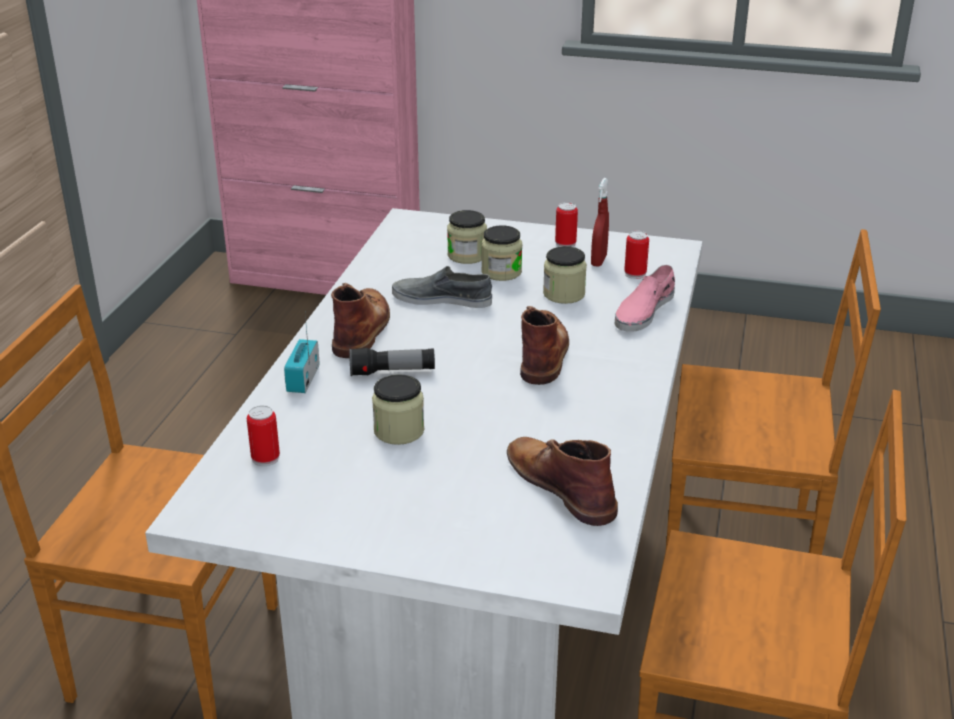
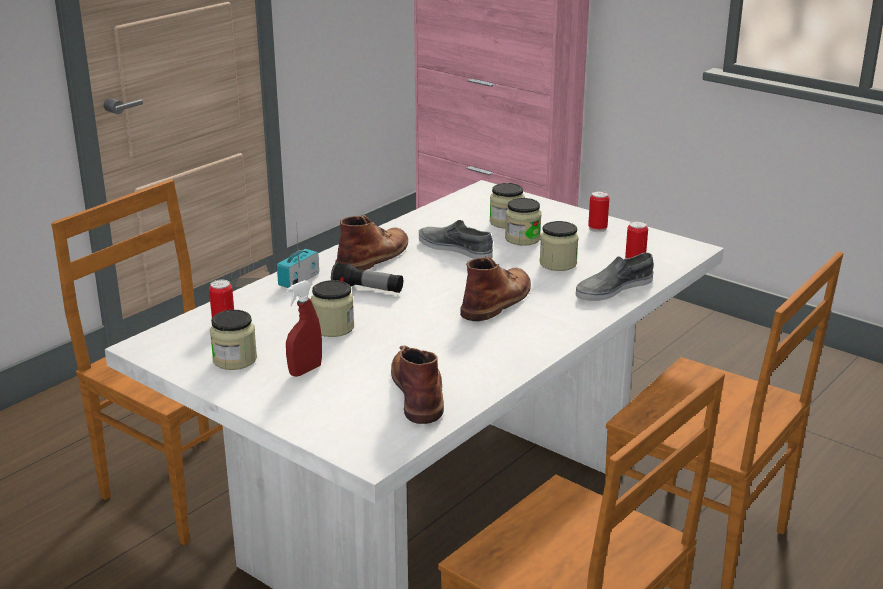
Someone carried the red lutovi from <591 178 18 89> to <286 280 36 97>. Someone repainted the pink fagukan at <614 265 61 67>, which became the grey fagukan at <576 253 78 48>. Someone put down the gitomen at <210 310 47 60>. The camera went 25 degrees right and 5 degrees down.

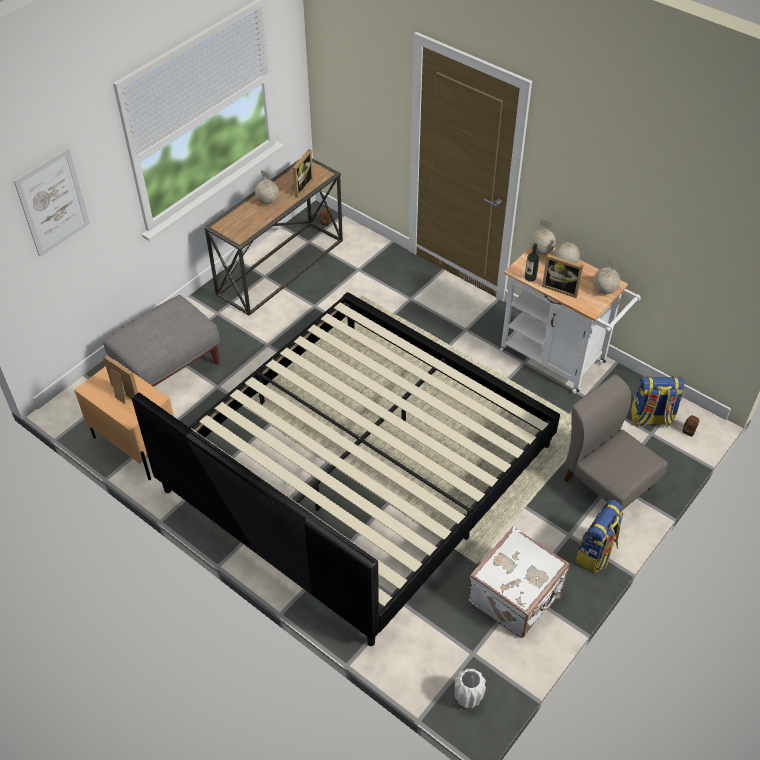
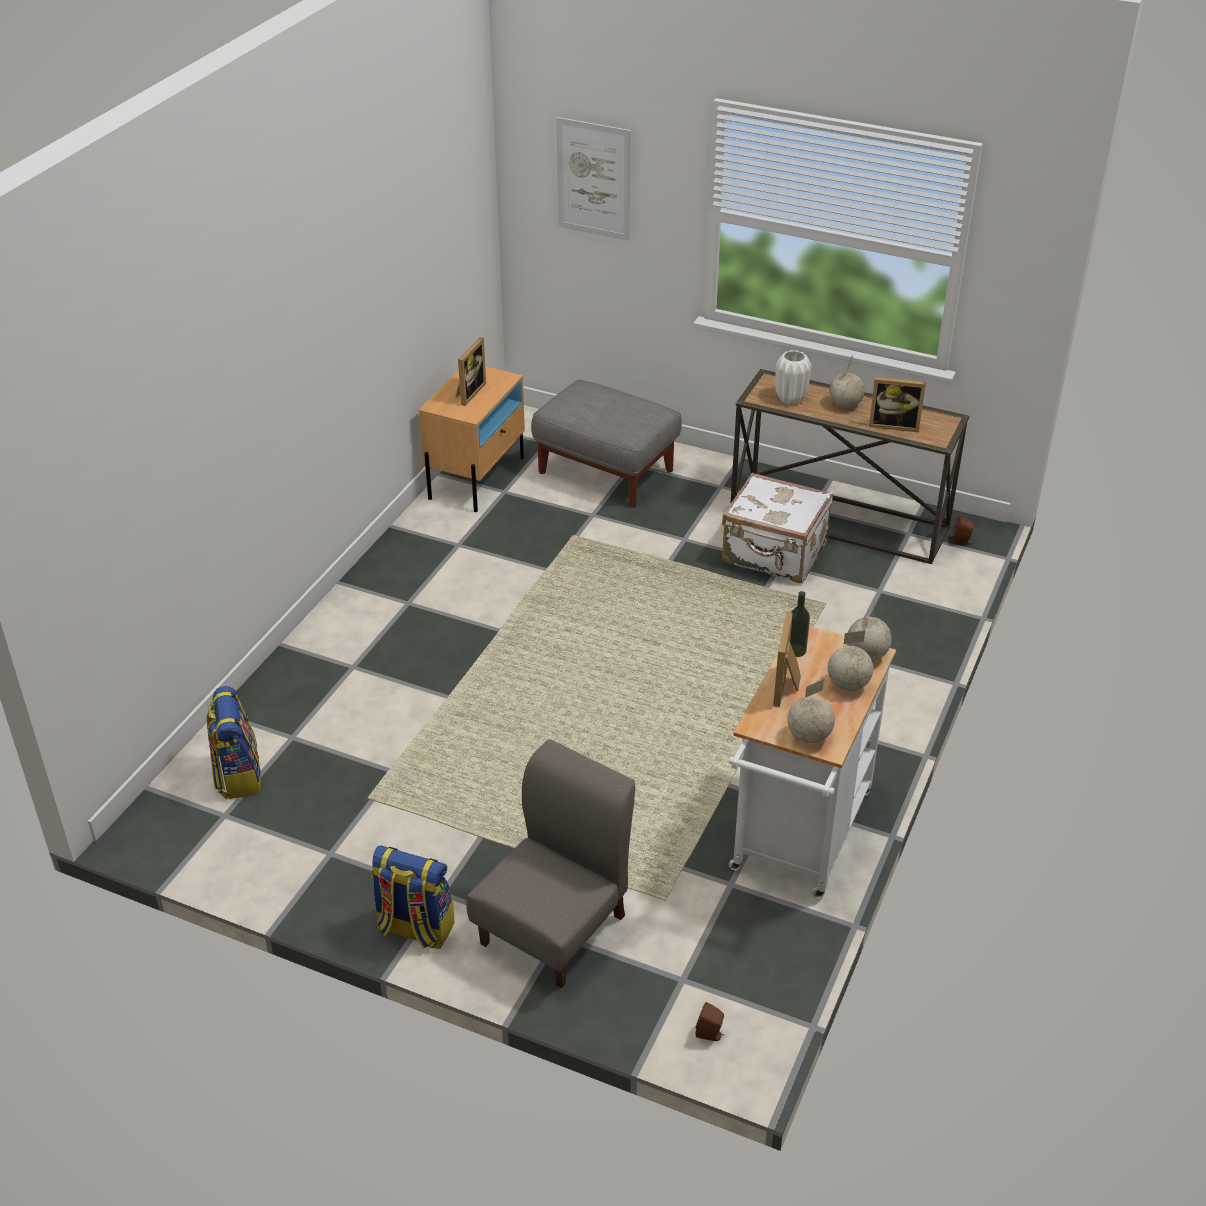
Someone took away the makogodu at <132 292 428 354>. Someone carried the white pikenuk from <455 669 31 39> to <775 350 37 55>. Someone carried the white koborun from <468 526 102 112> to <722 473 111 110>. Someone carried the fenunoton from <631 377 54 50> to <207 686 54 113>. The camera went 75 degrees right and 10 degrees down.

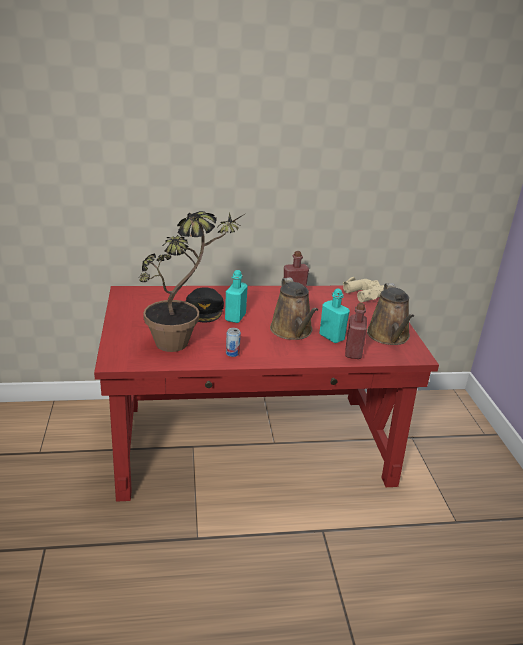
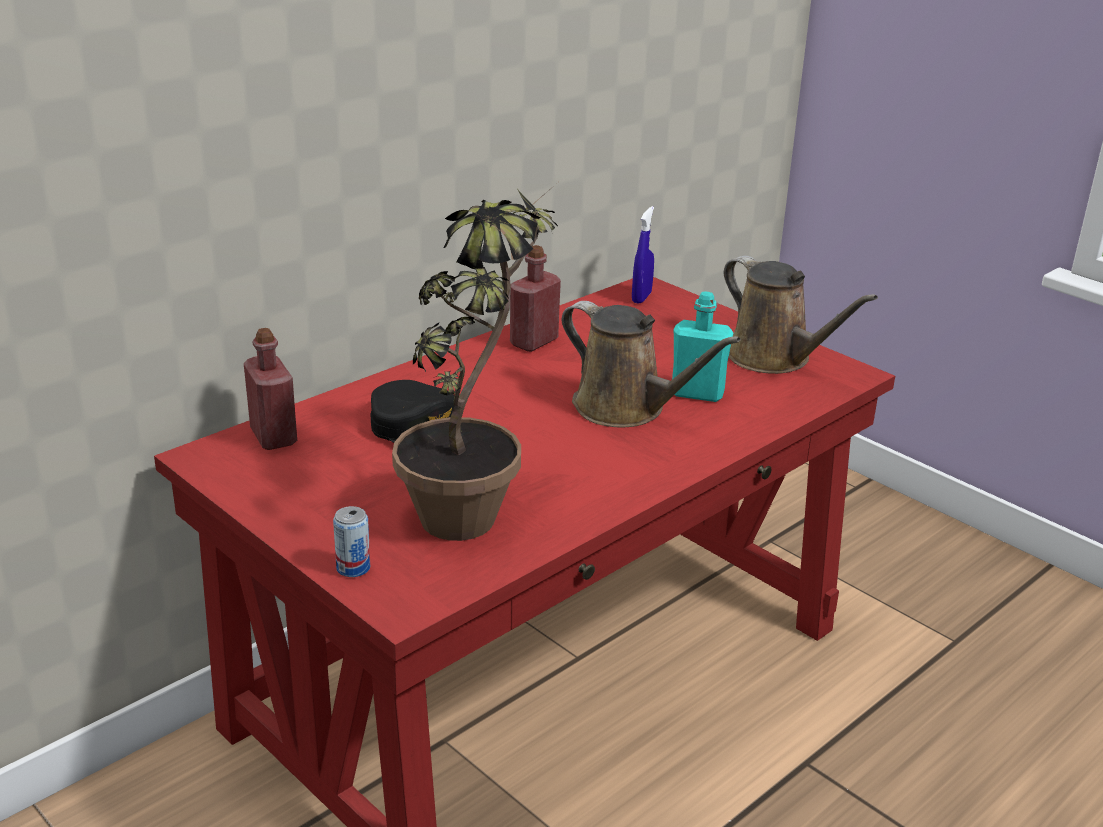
Someone took away the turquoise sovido at <225 270 23 53>. Someone carried the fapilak from <226 328 15 29> to <333 506 37 71>. Someone swapped the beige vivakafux at <343 277 41 25> for the blue lutovi at <632 206 22 98>. Someone carried the red sovido from <345 303 22 56> to <244 328 53 122>. The camera went 35 degrees left and 0 degrees up.

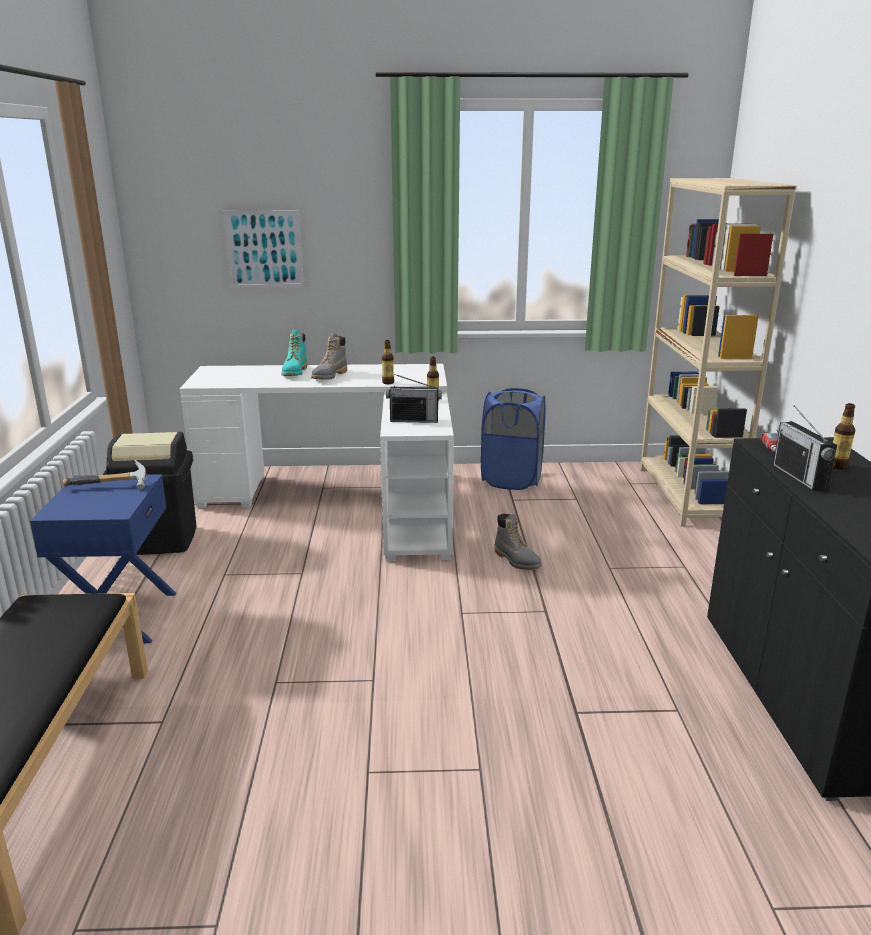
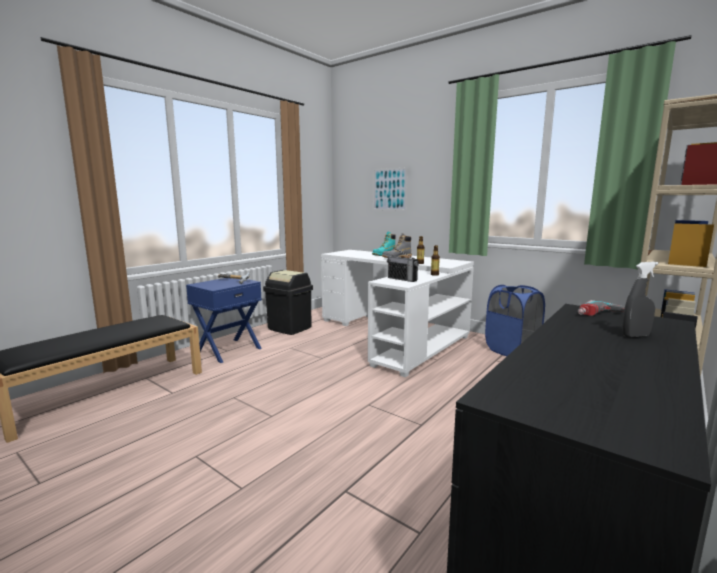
Someone took away the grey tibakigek at <494 513 48 57>. Someone took away the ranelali at <773 405 64 86>. Someone swapped the sovido at <833 403 22 67> for the grey lutovi at <622 262 36 76>. The camera went 40 degrees right and 10 degrees down.

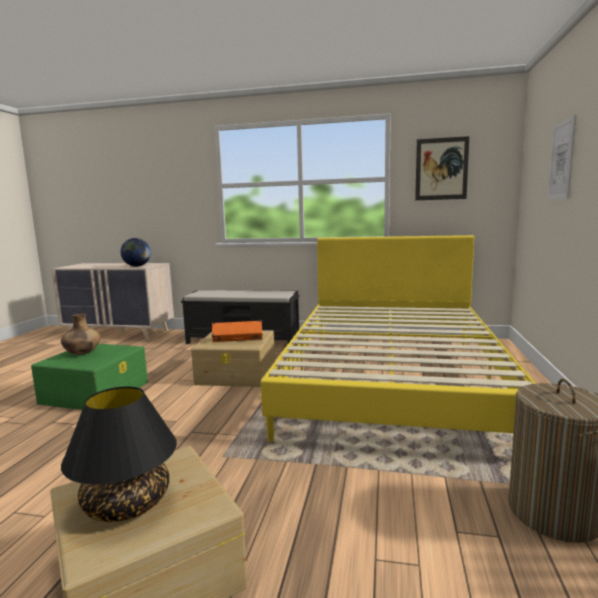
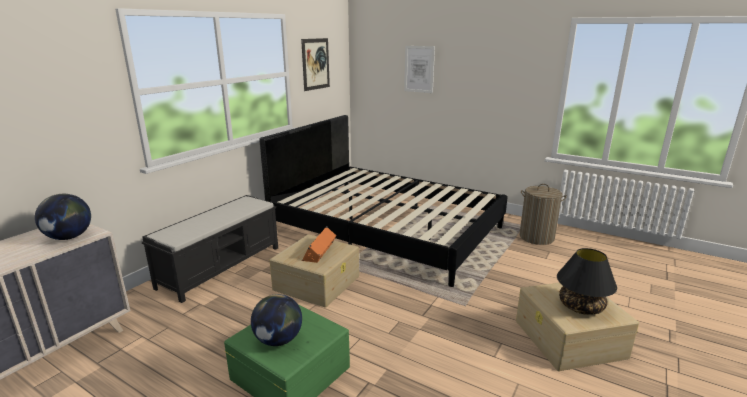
Someone swapped the brown pikenuk at <61 314 39 41> for the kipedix at <251 294 51 52>. Someone repainted the yellow makogodu at <261 235 275 207>, which became the black makogodu at <259 115 249 172>. The camera went 70 degrees left and 10 degrees up.

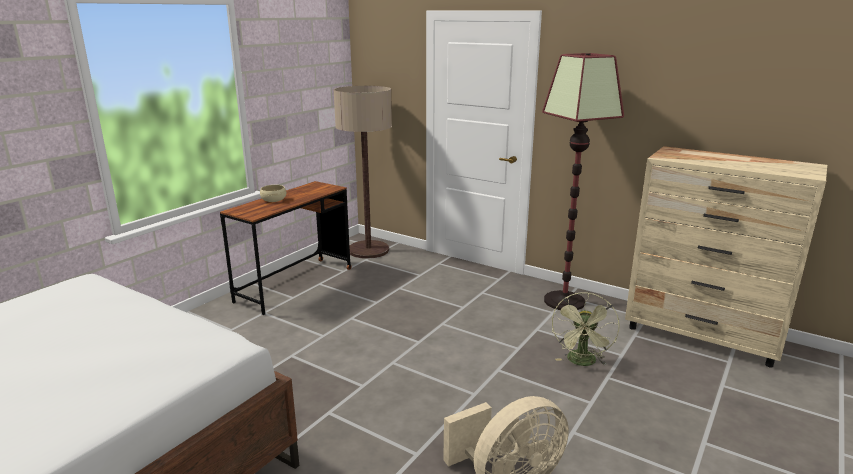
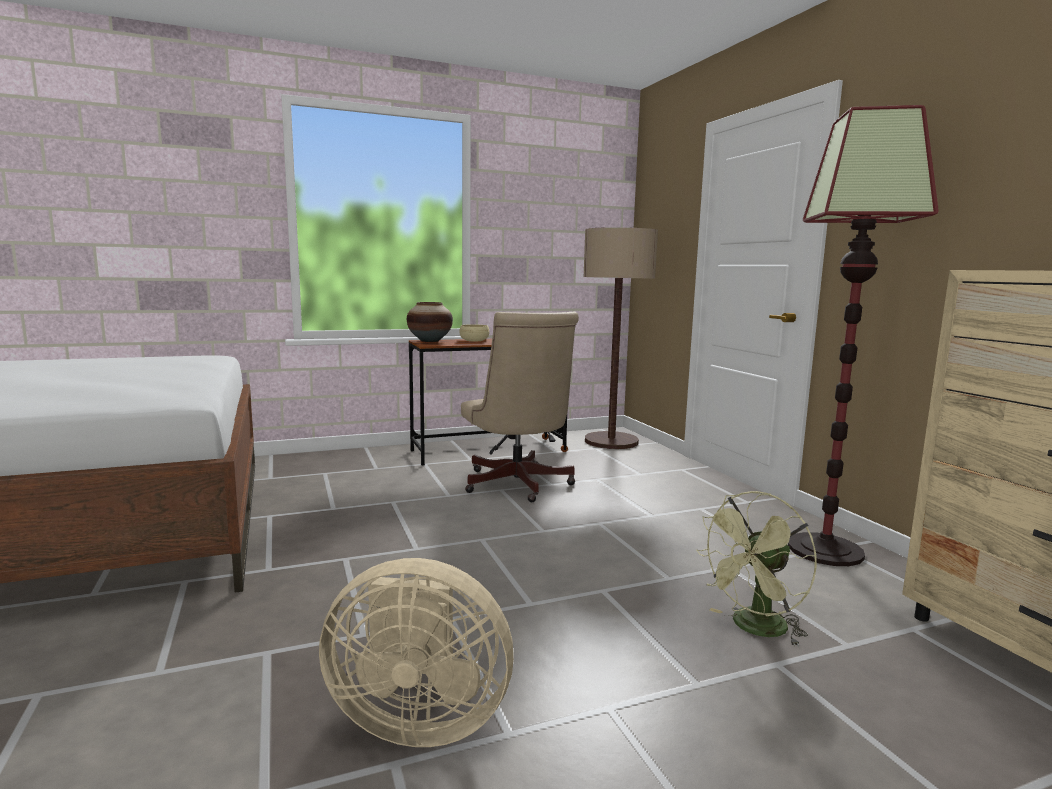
Someone put down the pikenuk at <407 302 46 41>. Someone put down the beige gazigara at <461 312 118 190>. The camera went 35 degrees right and 10 degrees down.

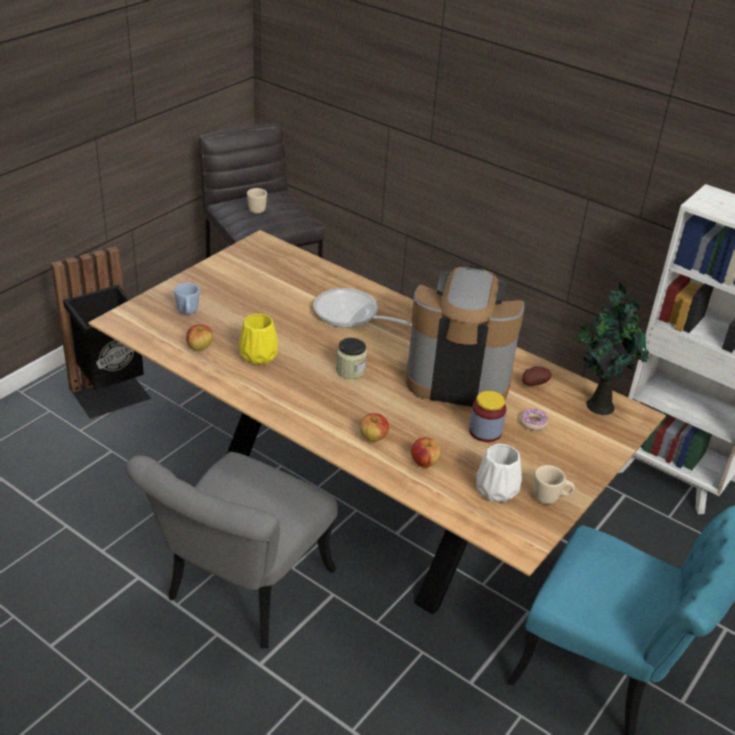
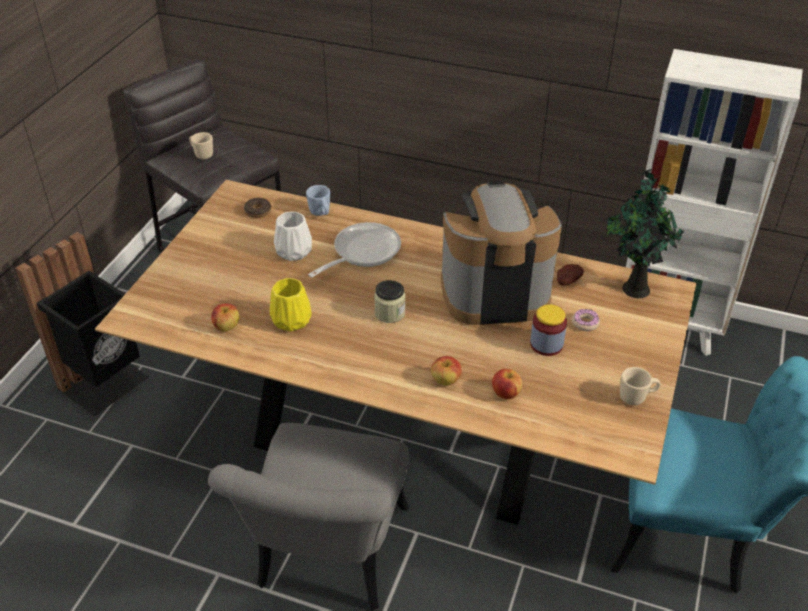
Someone carried the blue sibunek from <174 283 26 31> to <306 185 24 31>. Someone rotated the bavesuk at <313 288 99 40> by 120 degrees clockwise. Someone carried the white pikenuk from <476 444 46 58> to <274 212 38 49>. Someone put down the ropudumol at <244 198 27 20>. The camera went 15 degrees left and 5 degrees up.

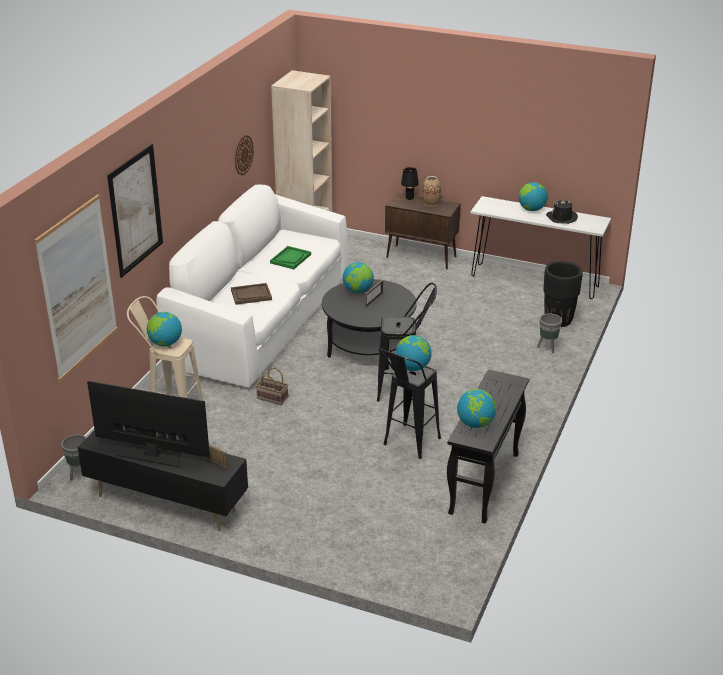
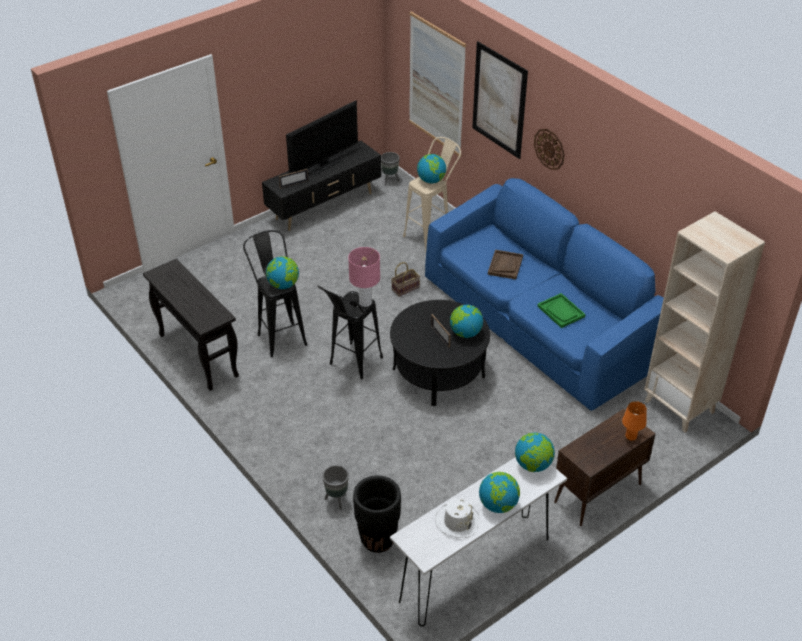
Someone repainted the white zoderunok at <156 185 193 202>, which became the blue zoderunok at <425 178 239 233>. Someone carried the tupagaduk from <235 135 19 40> to <534 129 31 41>. Someone repainted the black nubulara at <401 167 18 33>, which became the orange nubulara at <622 401 25 40>. Someone took away the pikenuk at <422 176 19 30>. Someone carried the kipedix from <457 389 39 39> to <515 432 40 40>. Someone repainted the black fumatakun at <546 200 32 24>, which became the white fumatakun at <435 498 44 40>. Someone put down the pink nubulara at <348 247 32 60>. The camera went 120 degrees right and 10 degrees up.

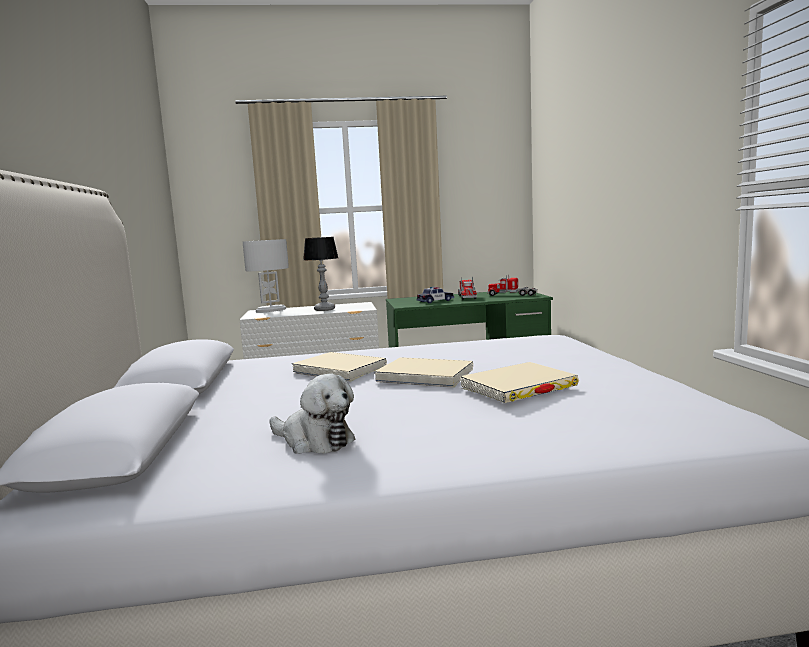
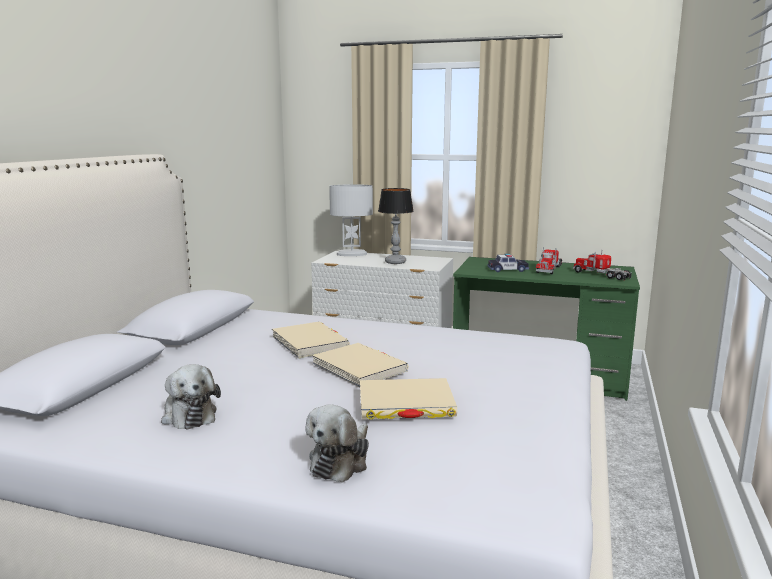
Someone put down the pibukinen at <306 405 63 78>. The camera went 25 degrees right and 5 degrees up.

